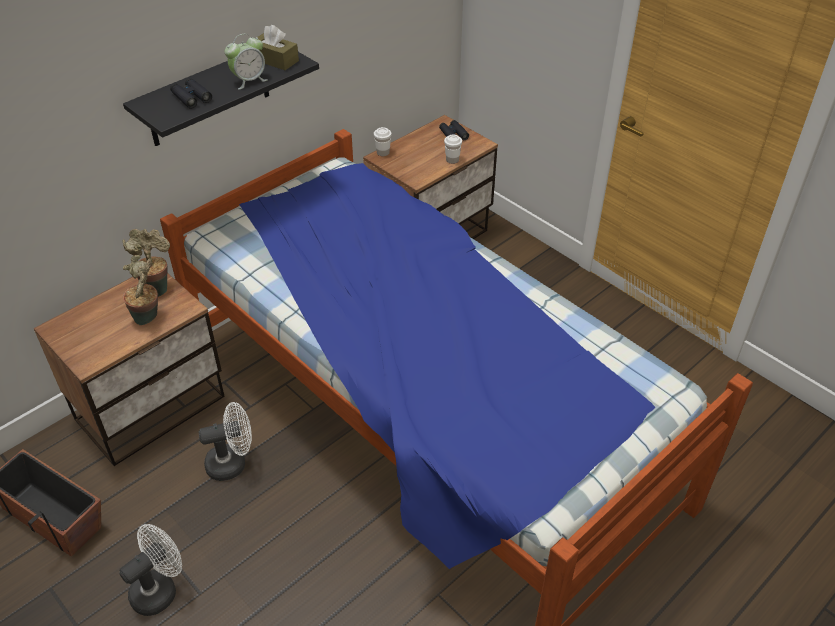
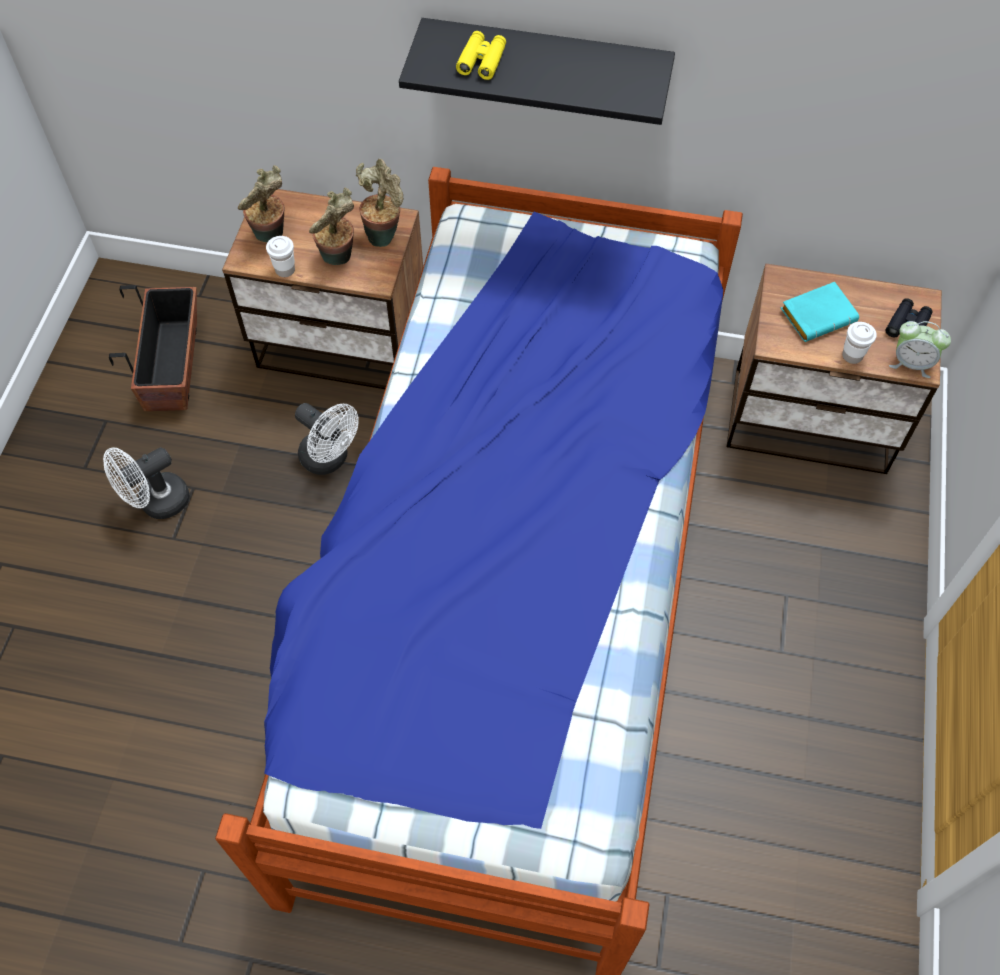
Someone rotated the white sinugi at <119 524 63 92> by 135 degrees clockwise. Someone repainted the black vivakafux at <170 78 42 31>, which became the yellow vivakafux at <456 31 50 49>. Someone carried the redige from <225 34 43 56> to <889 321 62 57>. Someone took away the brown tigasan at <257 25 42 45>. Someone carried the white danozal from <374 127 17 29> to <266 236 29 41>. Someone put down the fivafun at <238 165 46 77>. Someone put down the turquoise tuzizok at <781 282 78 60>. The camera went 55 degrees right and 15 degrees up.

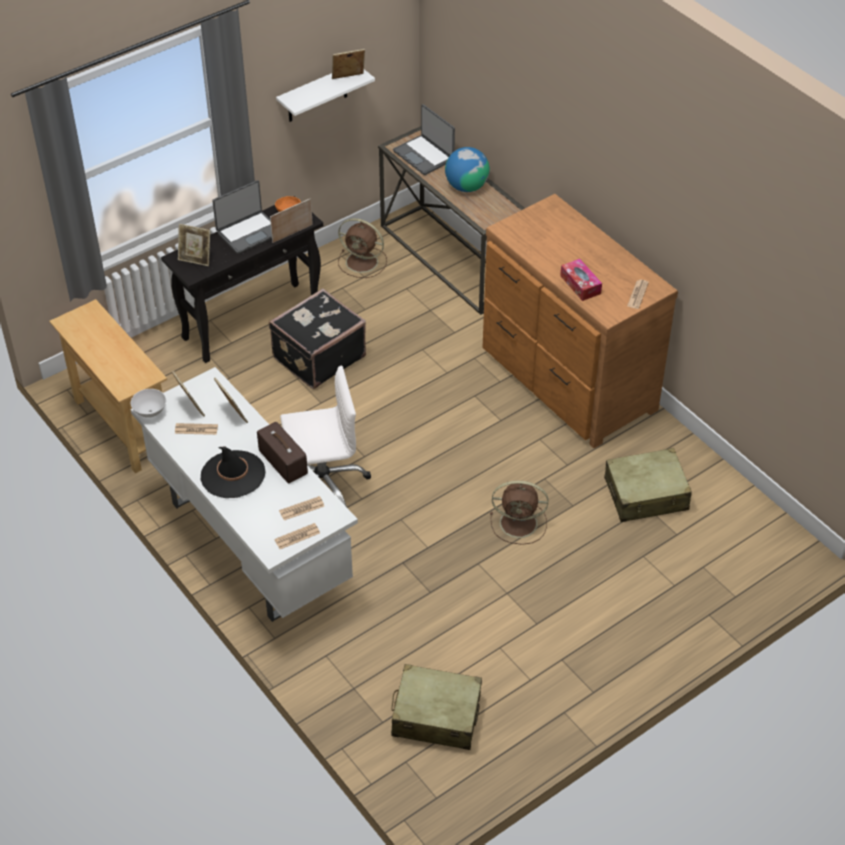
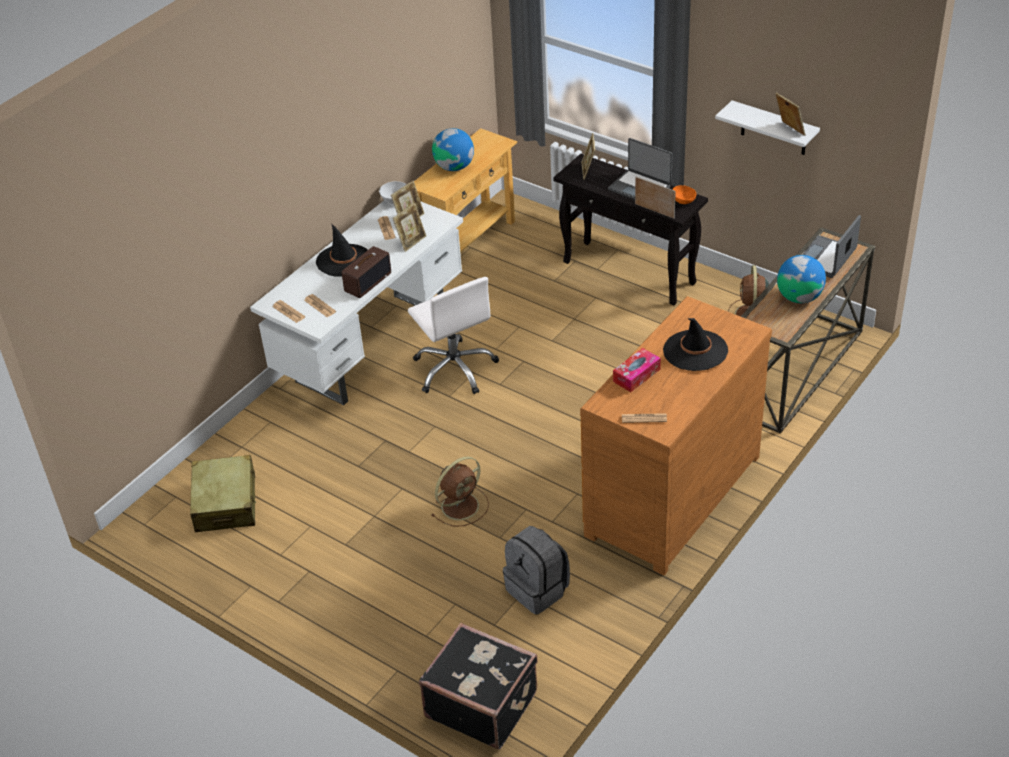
Someone carried the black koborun from <269 288 97 101> to <419 623 119 126>. Someone rotated the brown sinugi at <490 481 59 64> by 120 degrees counterclockwise. Someone swapped the beige koborun at <604 448 88 74> for the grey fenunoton at <503 526 67 89>. Someone put down the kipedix at <432 128 42 43>. Someone put down the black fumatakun at <663 318 65 53>. The camera went 75 degrees right and 5 degrees down.

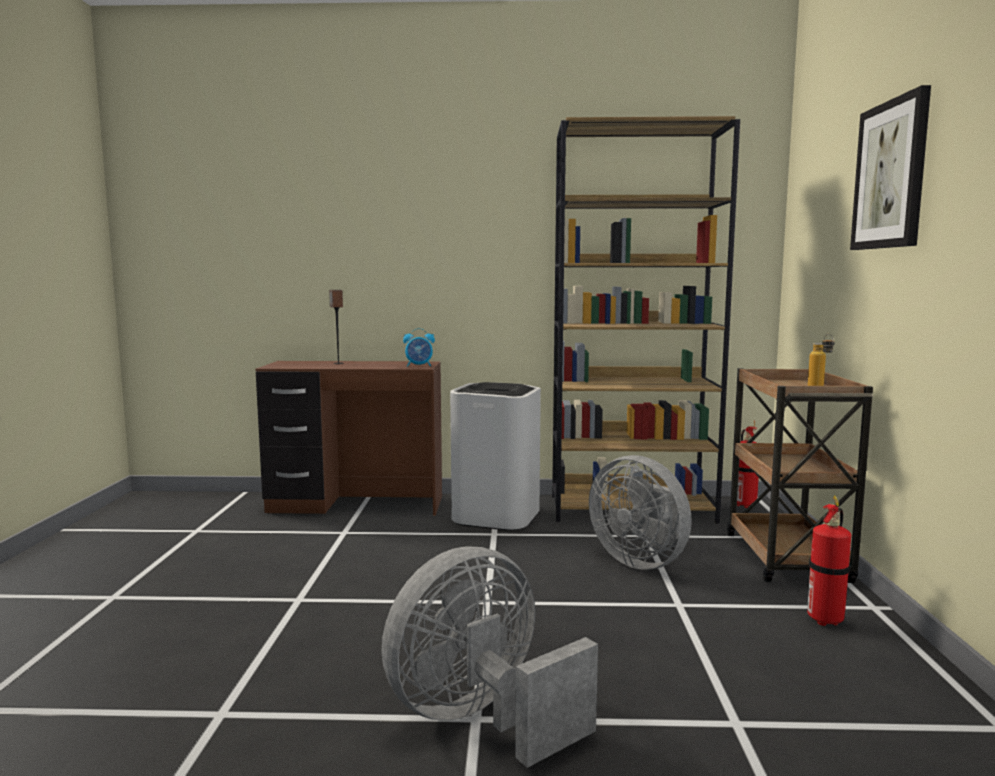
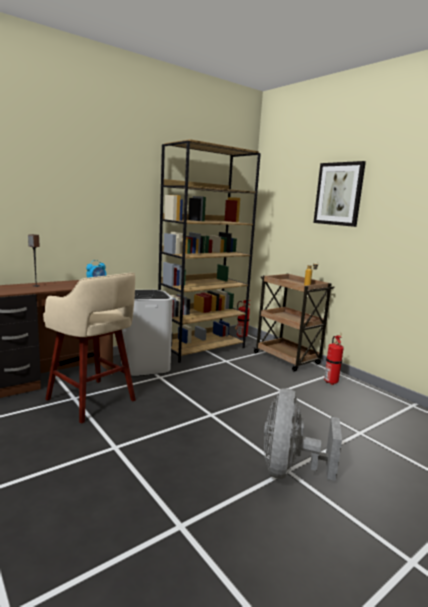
Someone took away the grey sinugi at <589 455 103 115>. Someone put down the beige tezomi at <43 273 93 151>. The camera went 40 degrees left and 5 degrees up.

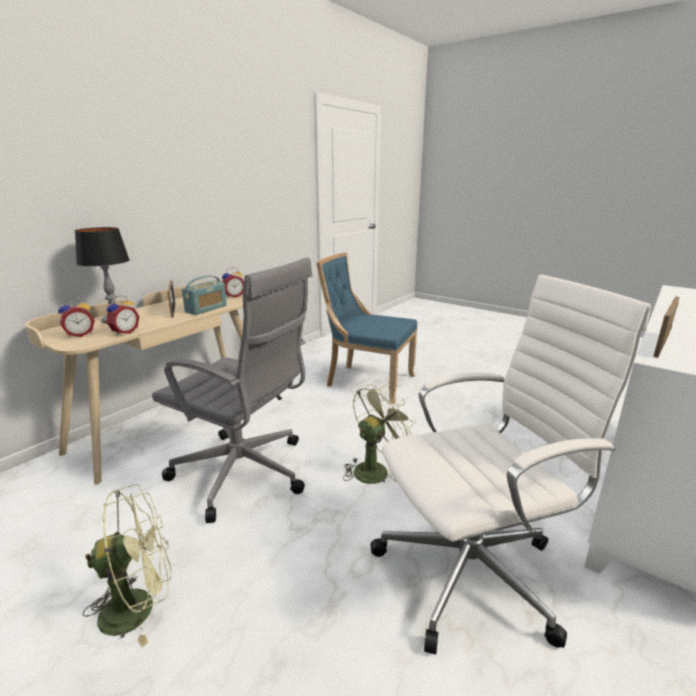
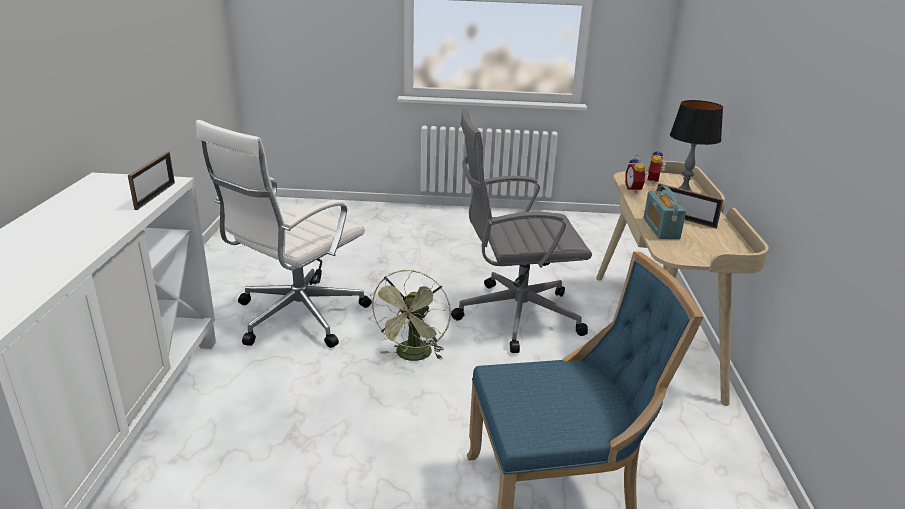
Someone took away the green sinugi at <83 484 88 163>. Someone took away the redige at <222 267 22 31>. The camera went 145 degrees right and 5 degrees up.

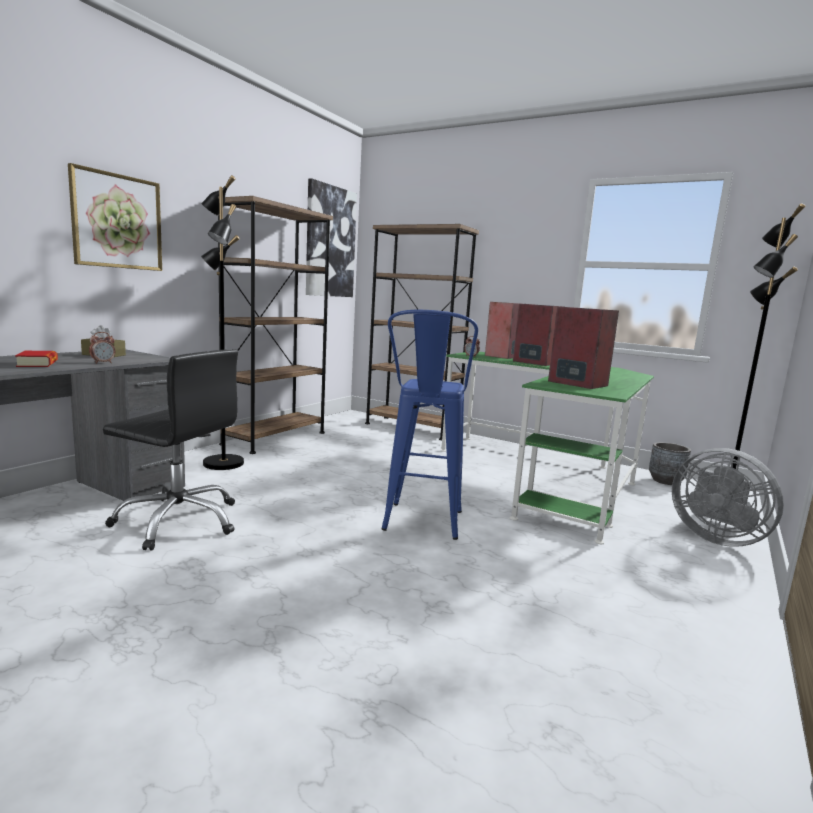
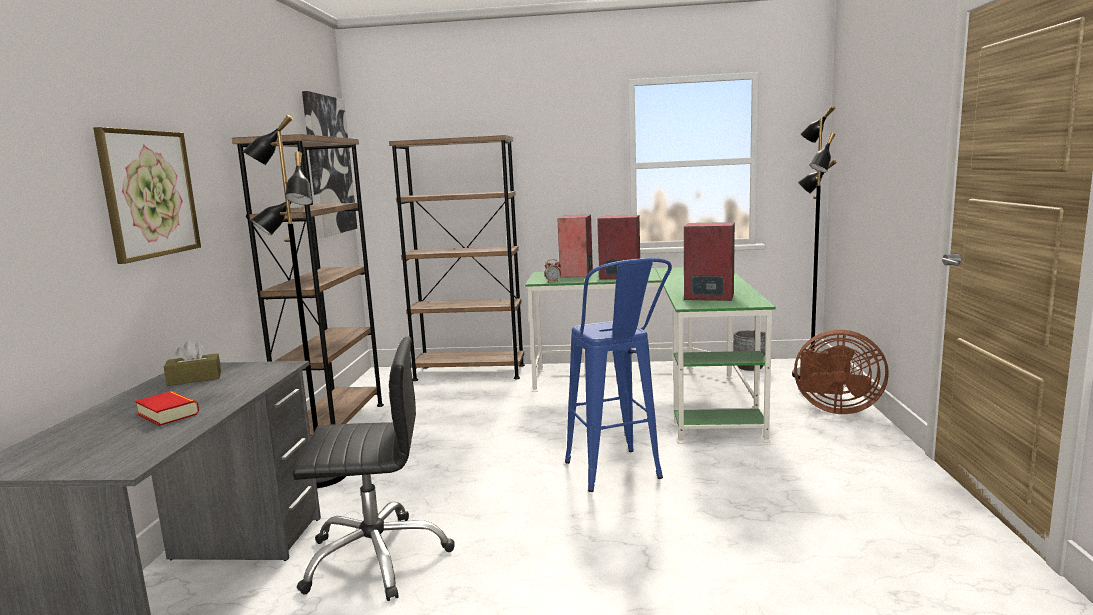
Someone took away the redige at <89 332 26 32>. Someone repainted the grey sinugi at <672 448 112 99>, which became the brown sinugi at <794 330 95 84>. The camera went 25 degrees left and 0 degrees up.

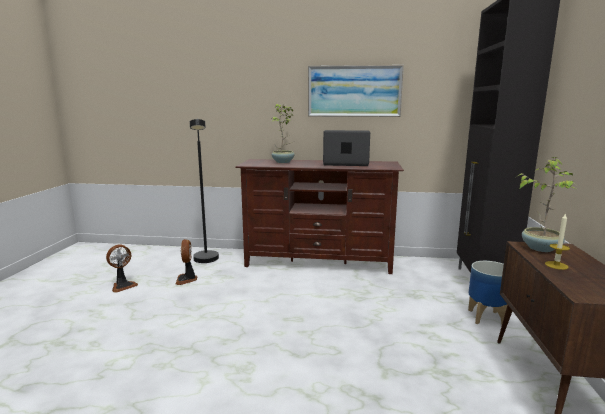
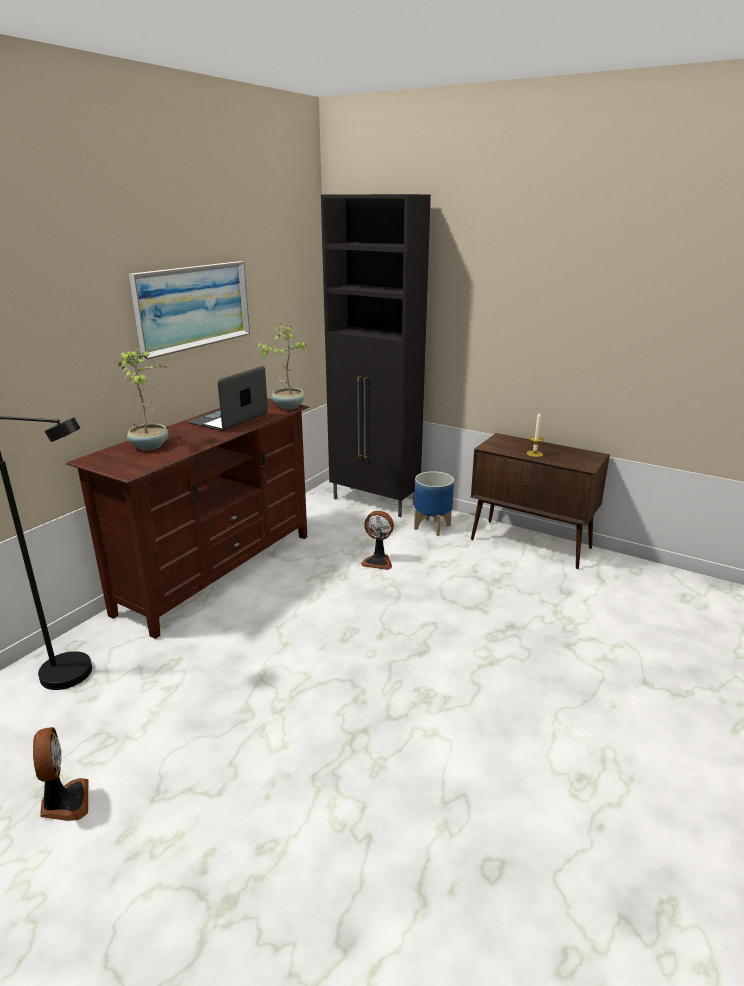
Someone carried the sinugi from <176 239 21 46> to <361 511 33 59>. Someone carried the fivafun from <518 157 58 95> to <256 323 50 86>. The camera went 65 degrees left and 10 degrees up.

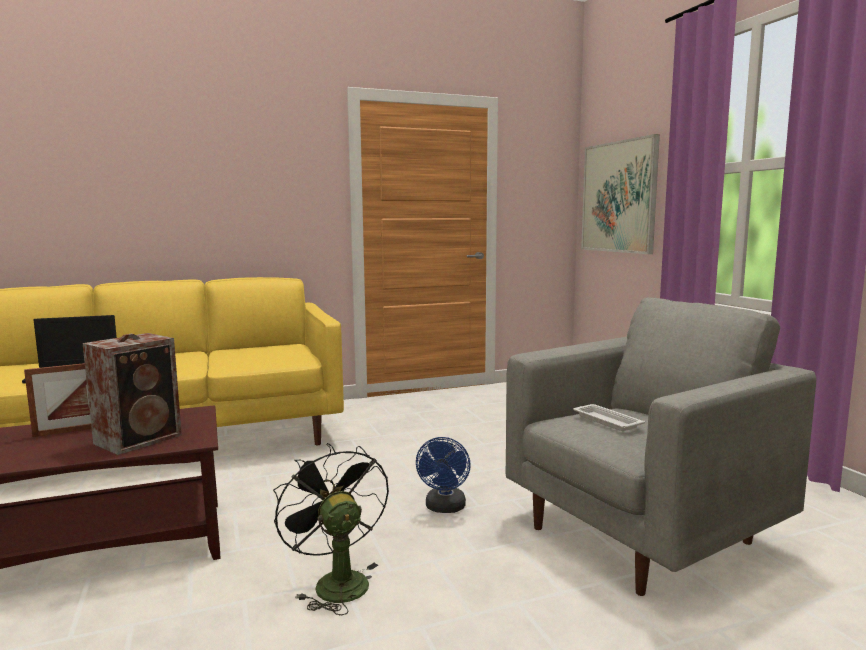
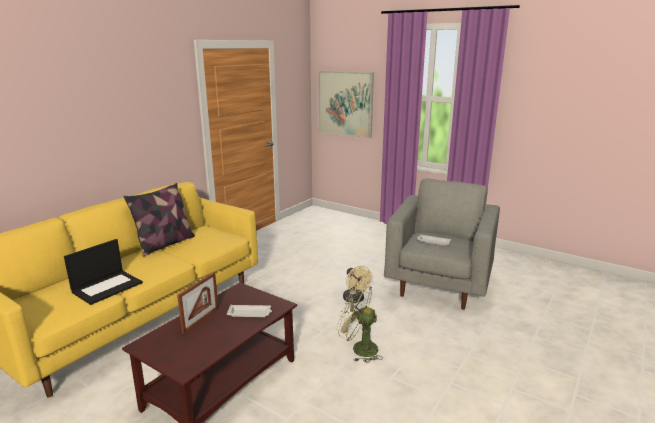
Someone swapped the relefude at <83 333 99 122> for the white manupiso at <227 304 45 13>. Someone repainted the black sinugi at <273 443 116 173>, which became the green sinugi at <337 283 46 80>. Someone repainted the blue sinugi at <416 437 55 76>, which became the beige sinugi at <343 266 29 37>. Someone put down the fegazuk at <124 183 71 73>. The camera went 35 degrees left and 10 degrees up.

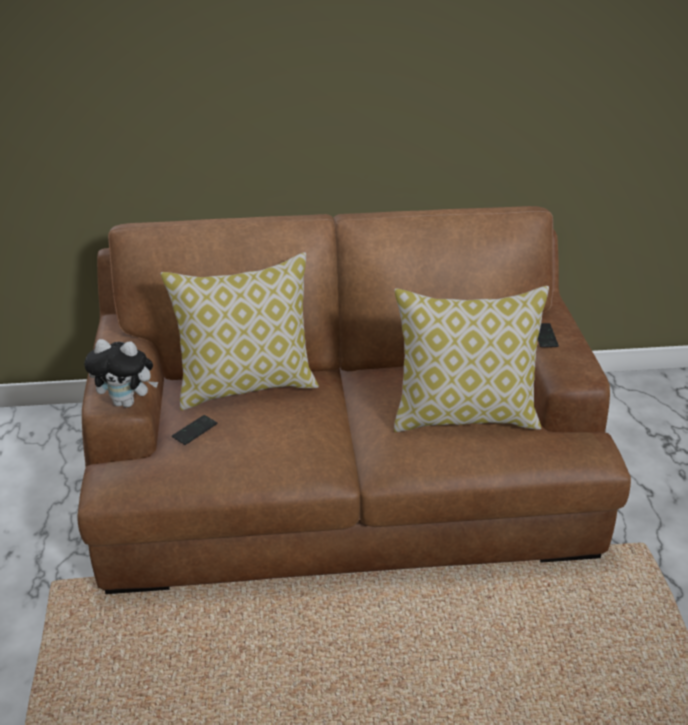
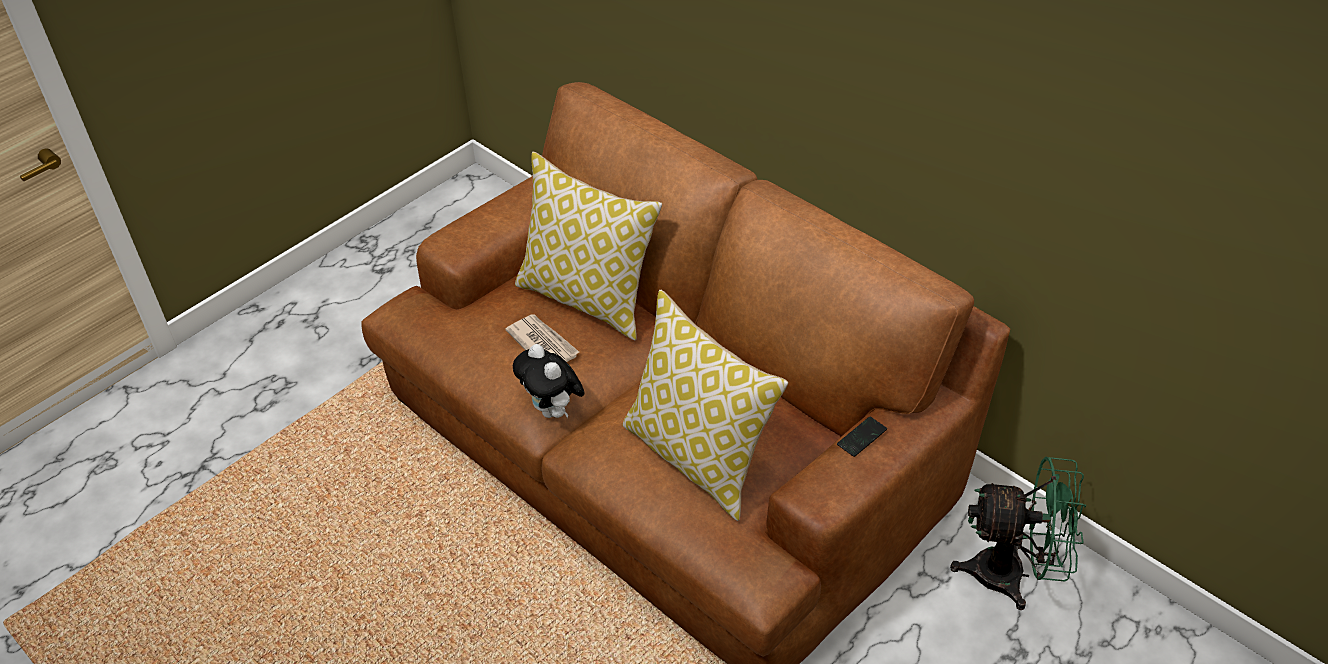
Someone carried the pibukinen from <84 339 74 69> to <513 344 71 74>. Someone took away the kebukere at <172 415 45 30>. Someone put down the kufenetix at <505 314 74 48>. Someone put down the green sinugi at <950 456 136 154>. The camera went 50 degrees right and 10 degrees up.

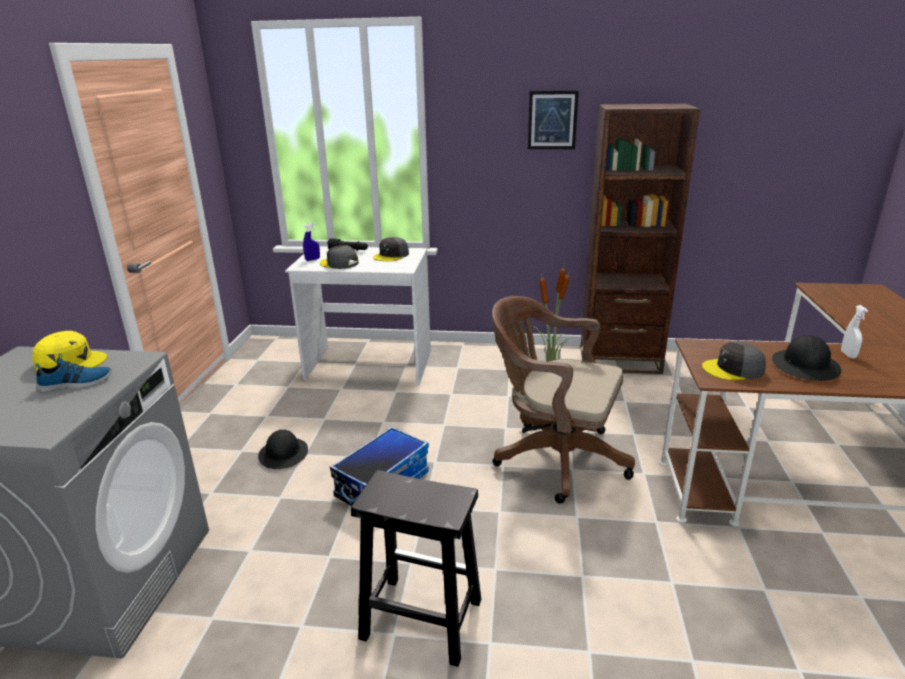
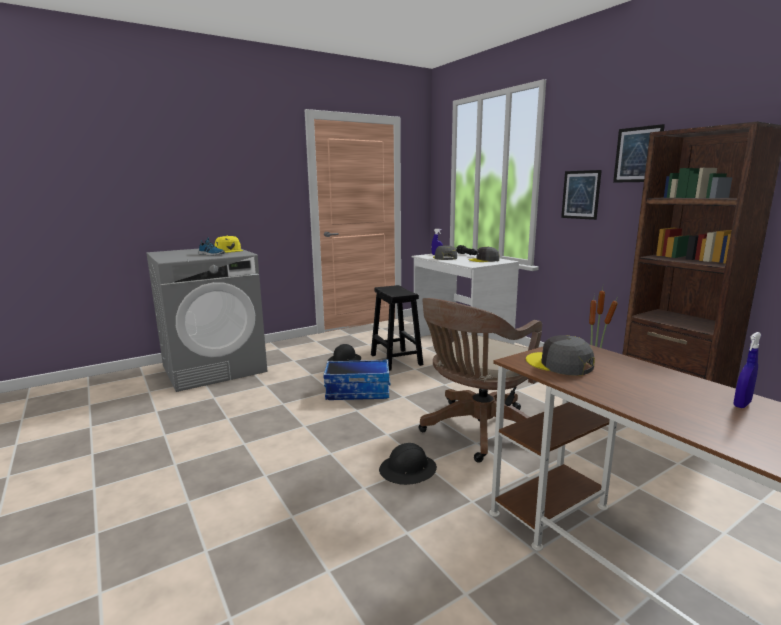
Someone carried the black tezomi from <351 470 130 197> to <371 285 52 86>. Someone rotated the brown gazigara at <492 296 143 208> by 120 degrees counterclockwise. Someone carried the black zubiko from <772 335 69 46> to <379 443 58 42>. Someone repainted the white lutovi at <841 305 27 54>, which became the blue lutovi at <733 332 28 76>. Someone put up the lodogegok at <561 170 41 50>. The camera went 50 degrees right and 10 degrees down.

